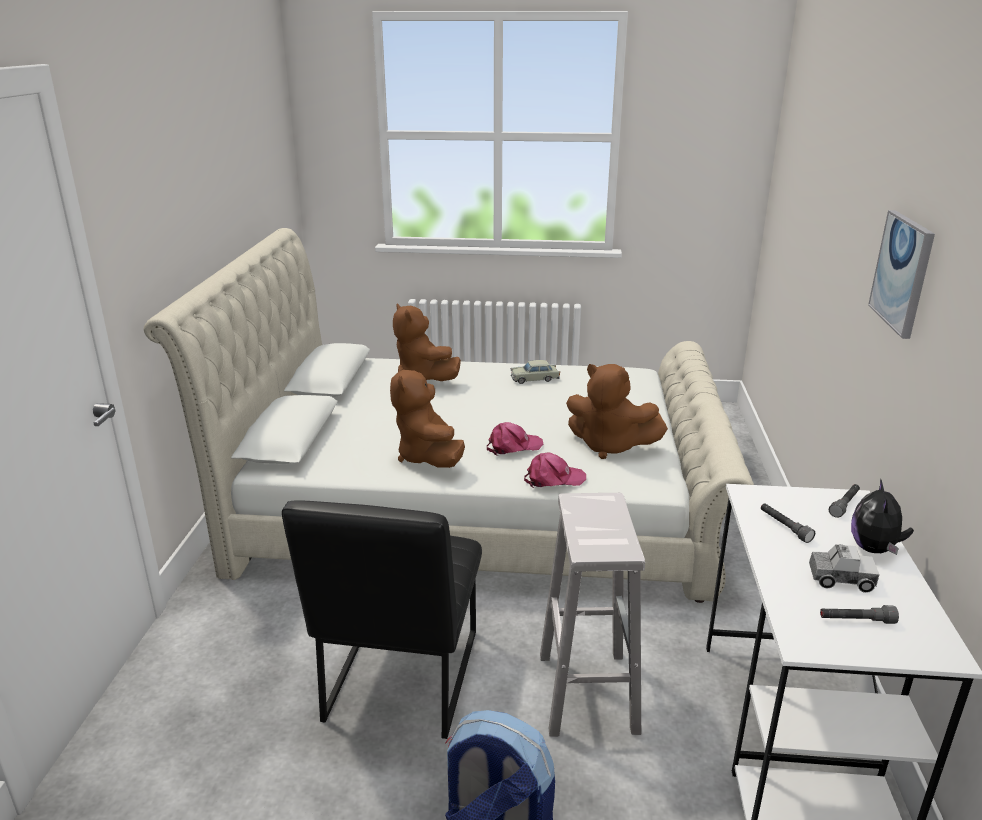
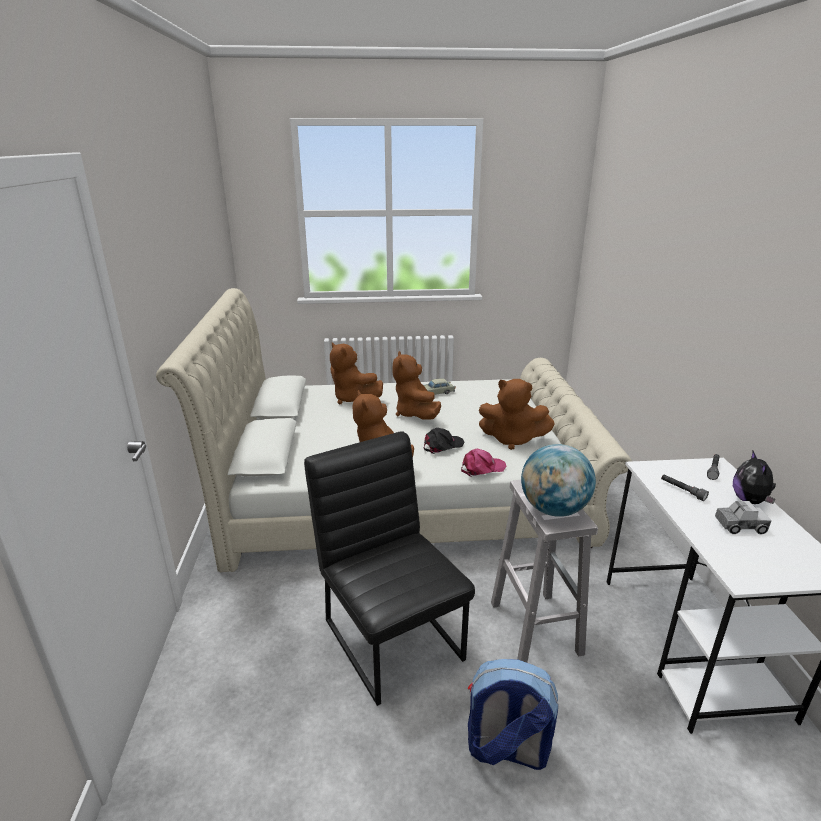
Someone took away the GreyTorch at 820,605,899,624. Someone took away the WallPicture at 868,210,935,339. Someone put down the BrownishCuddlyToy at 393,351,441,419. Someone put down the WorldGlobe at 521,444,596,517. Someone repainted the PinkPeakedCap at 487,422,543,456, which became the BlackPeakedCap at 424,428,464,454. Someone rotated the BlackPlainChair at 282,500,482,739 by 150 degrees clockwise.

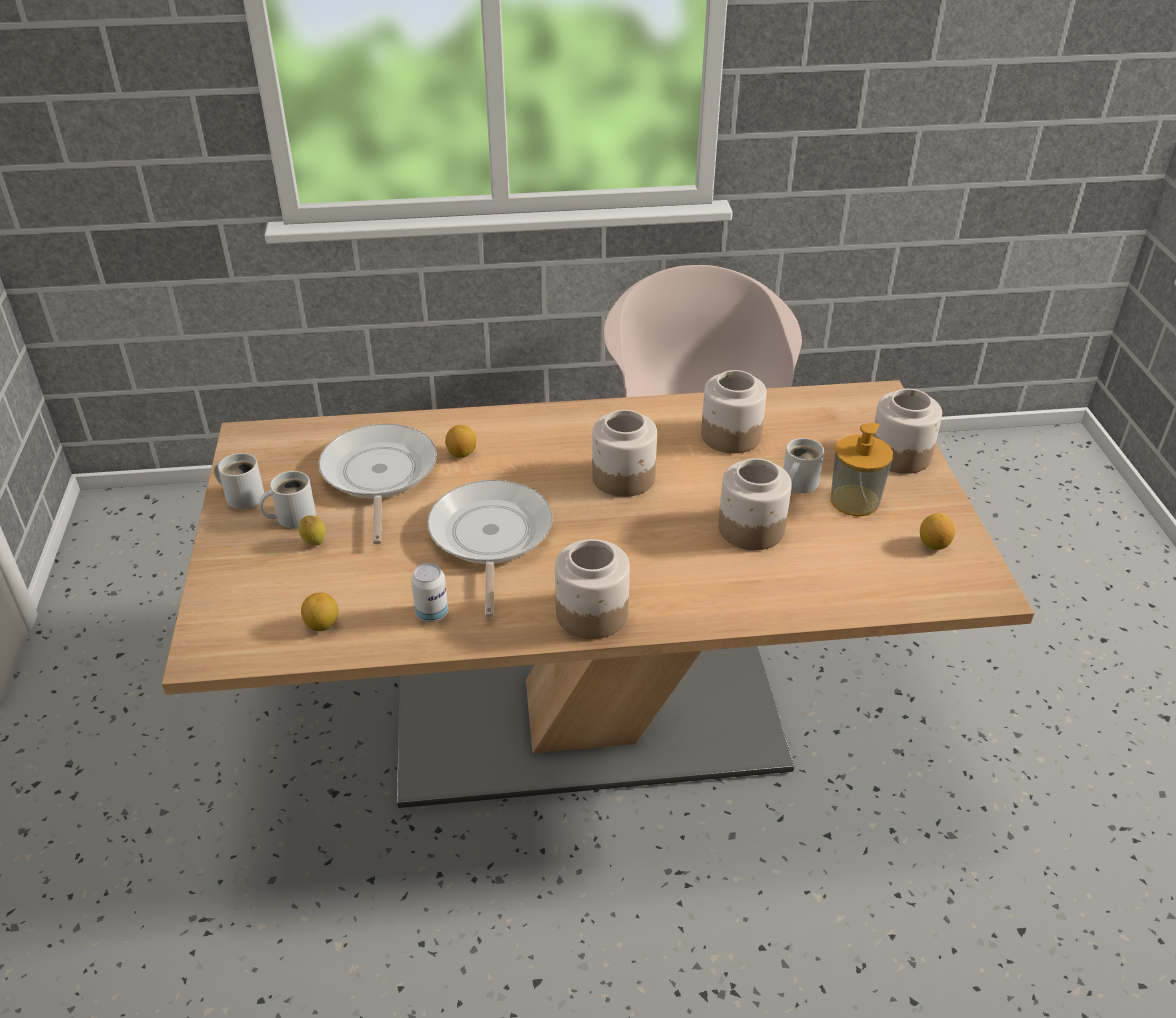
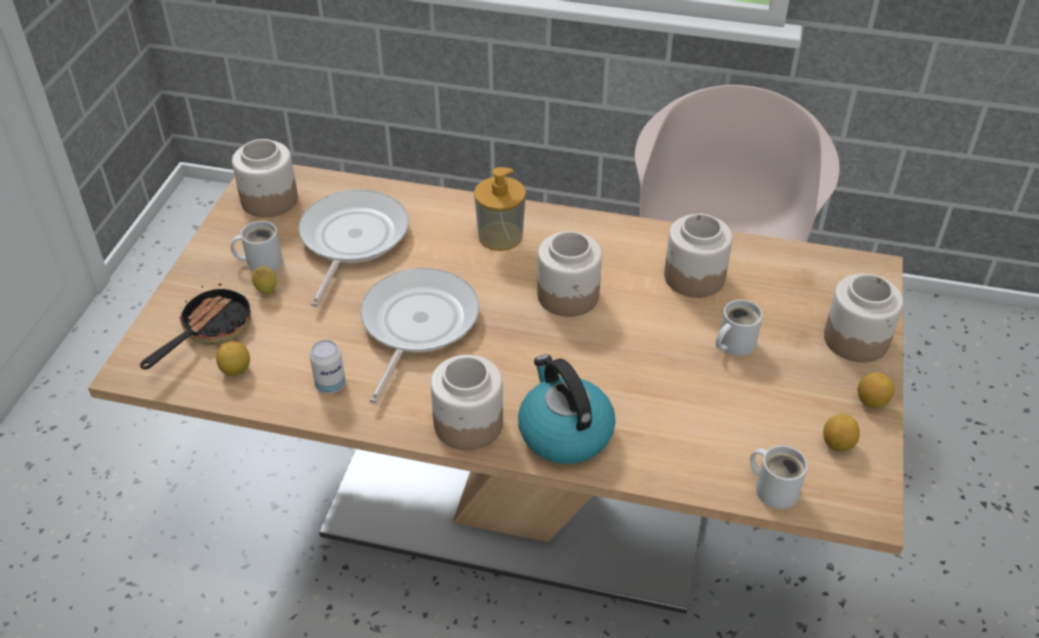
Someone put down the Skillet at 140,276,251,369. Someone put down the Kettle at 518,354,616,464. Someone carried the WhiteColouredTeaMug from 214,453,264,509 to 750,445,808,509. Someone carried the Lemon from 445,425,476,458 to 858,372,894,408. Someone carried the StorageJar from 718,458,792,550 to 232,139,298,217. Someone carried the LiquidSoapBottle from 830,423,893,517 to 474,167,526,251.

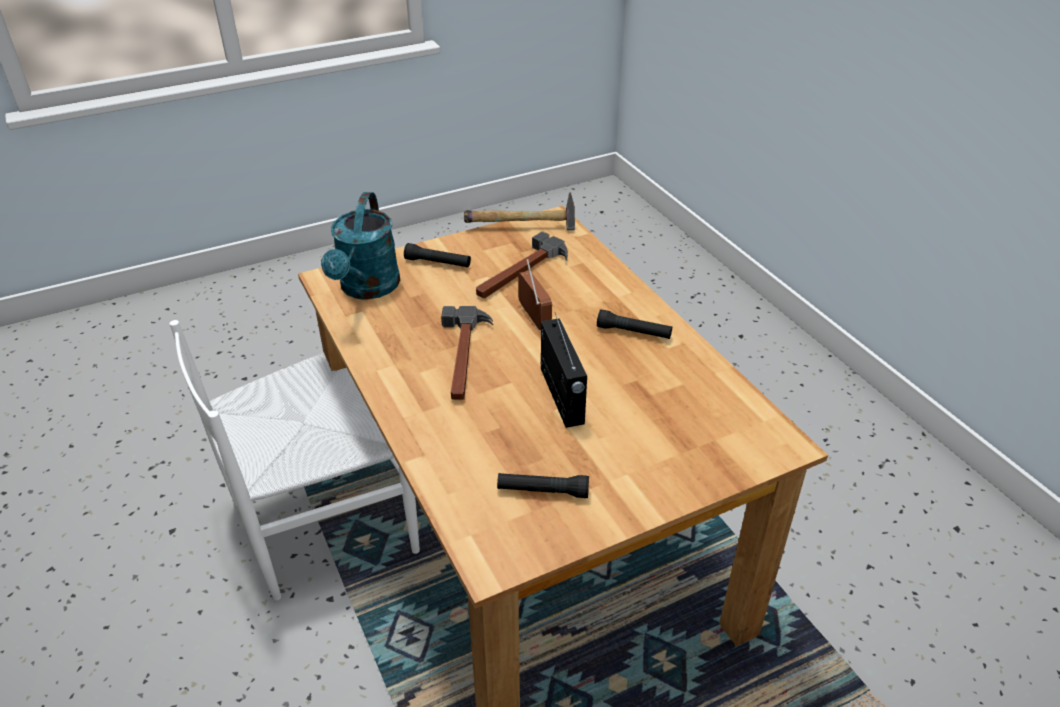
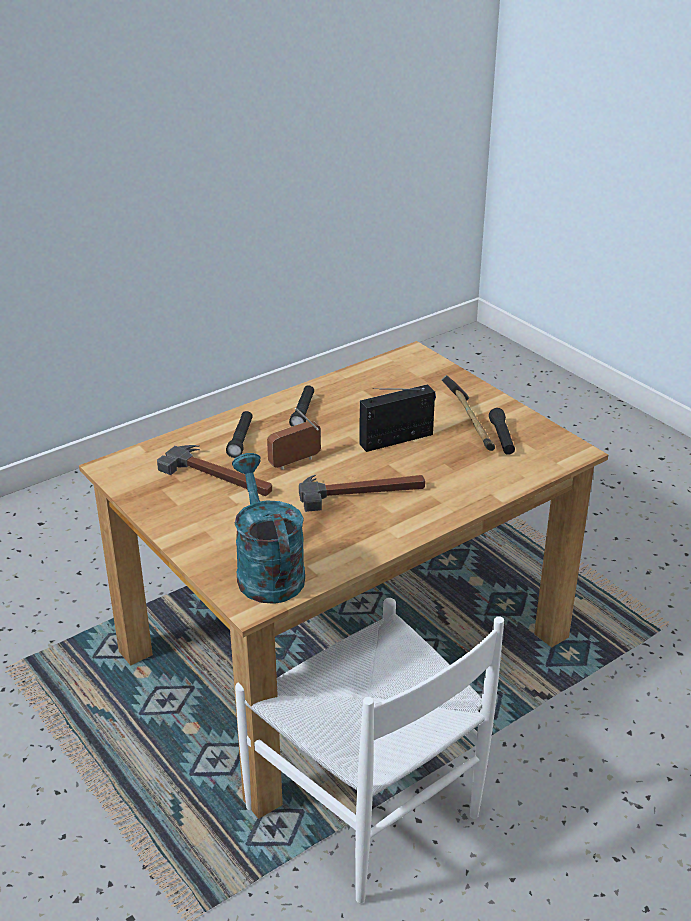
Someone carried the BlackTorch from 404,243,471,268 to 226,411,253,458. Someone carried the Hammer from 464,192,575,230 to 441,375,495,451. Someone rotated the TurquoiseColouredWateringCan at 321,192,400,299 by 105 degrees counterclockwise.

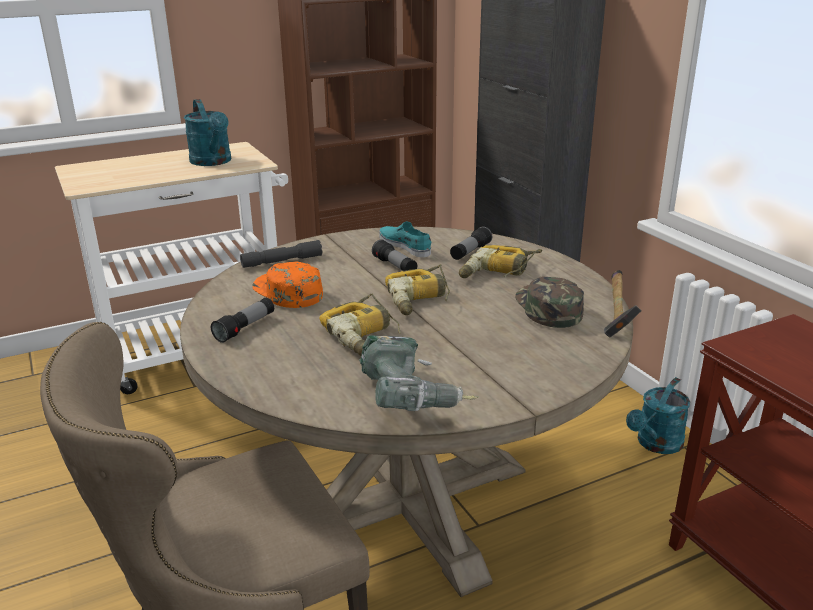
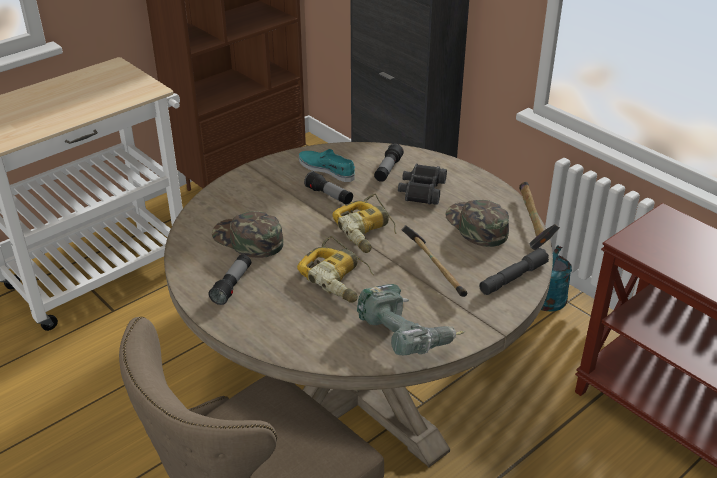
Someone took away the TurquoiseColouredWateringCan at 184,99,231,166. Someone put down the Hammer at 401,225,467,297. Someone carried the GreyTorch from 240,240,323,268 to 479,248,549,295. Someone swapped the PowerDrill at 459,245,542,278 for the BlackFieldGlasses at 398,164,447,205. Someone repainted the OrangeyPeakedCap at 252,262,323,308, which became the GreenishPeakedCap at 212,211,284,258.

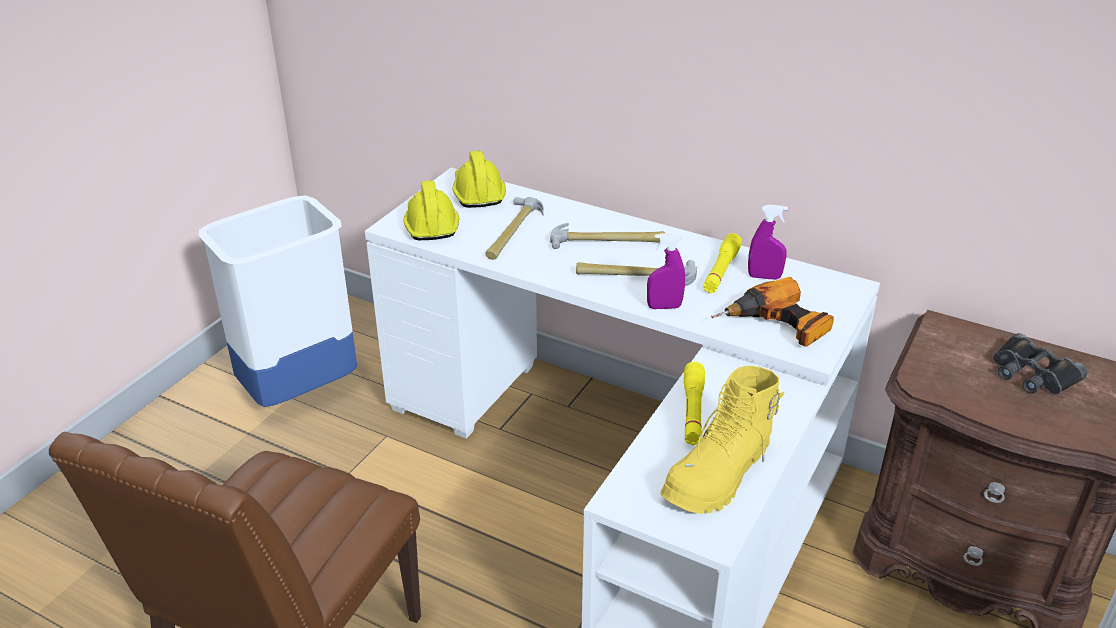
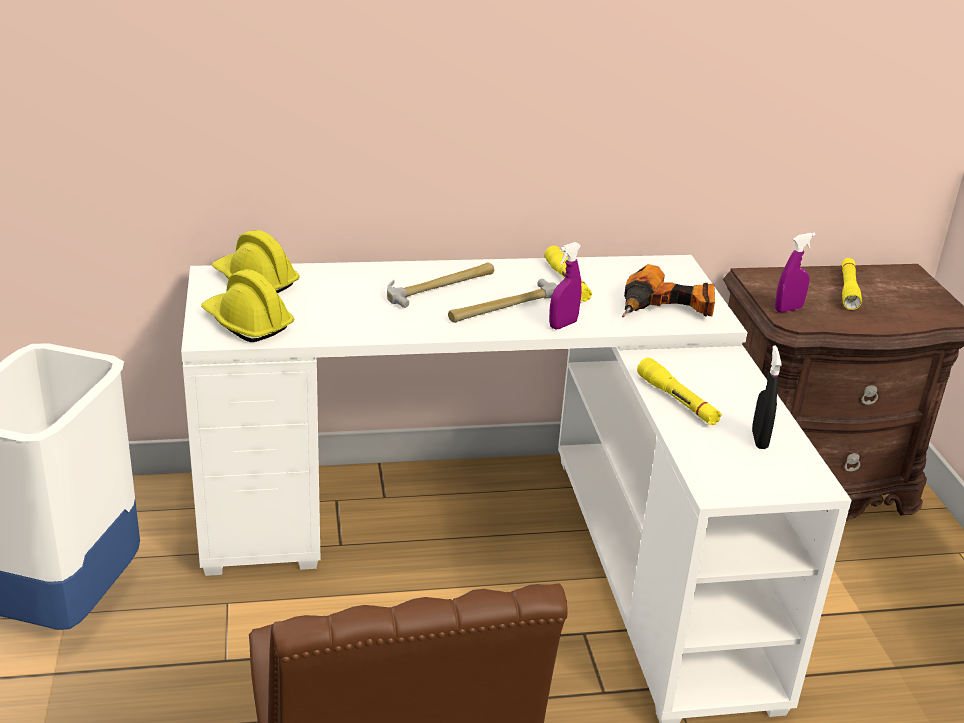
Someone took away the Hammer at 485,197,544,260. Someone carried the PurpleHandSprayer from 748,205,788,280 to 775,233,816,312. Someone swapped the YellowBoot at 660,366,785,514 for the BlackHandSprayer at 752,345,782,449. Someone swapped the BlackFieldGlasses at 993,333,1088,394 for the YellowTorch at 842,258,862,310.

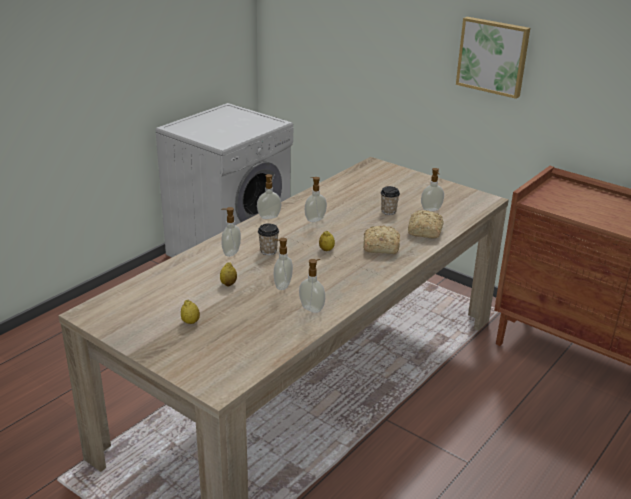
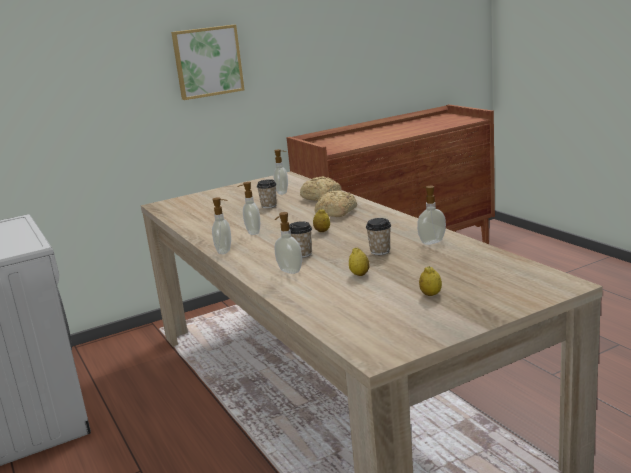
Someone swapped the LiquidSoapBottle at 273,238,293,290 for the Cup at 366,218,391,255.

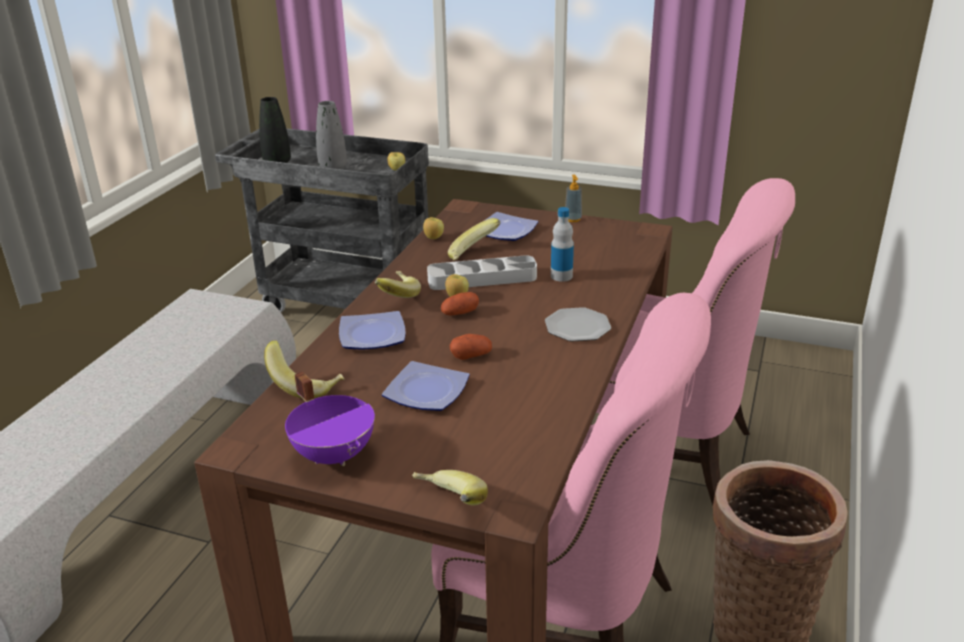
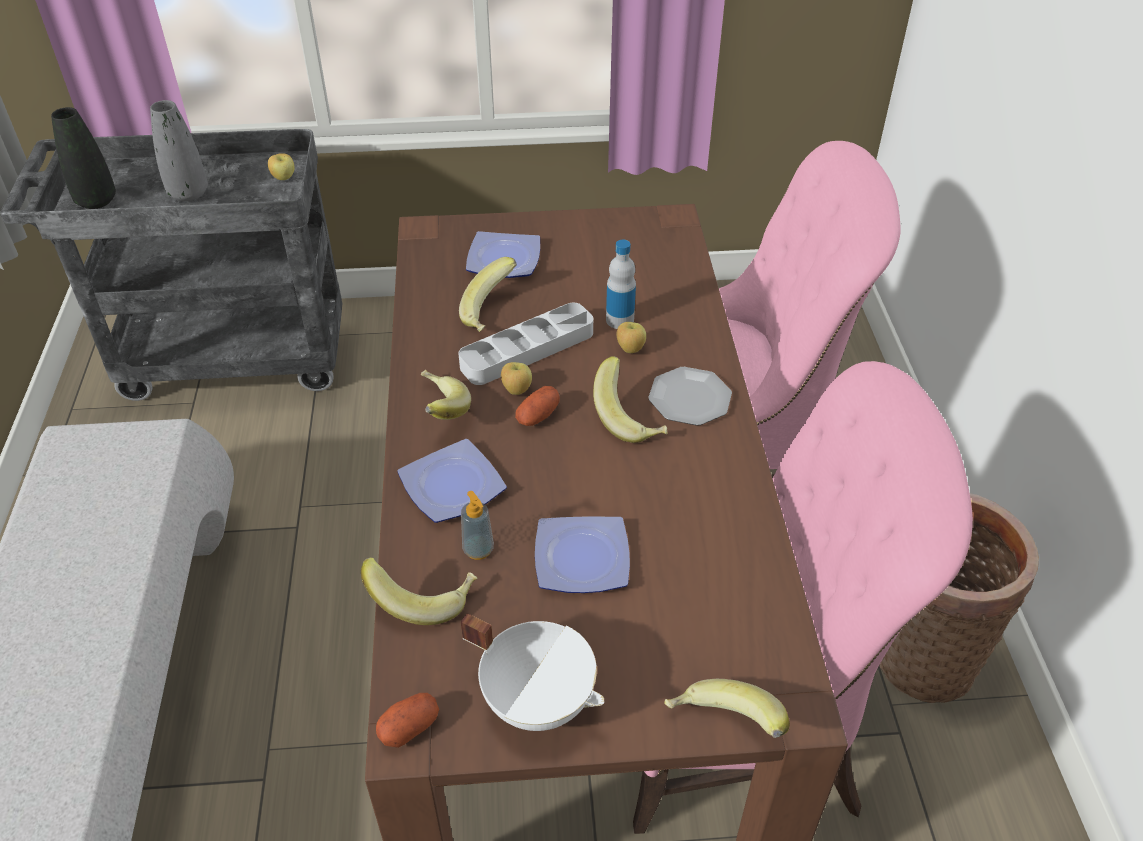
Someone put down the WholeBanana at 593,356,667,443. Someone carried the WholeApple from 423,217,444,239 to 617,322,646,353. Someone carried the Spud from 450,334,492,360 to 376,693,439,748. Someone carried the LiquidSoapBottle from 565,175,582,222 to 461,491,494,560. Someone repainted the PurpleCookingPot at 285,372,375,466, which became the WhiteColouredCookingPot at 461,613,604,731.

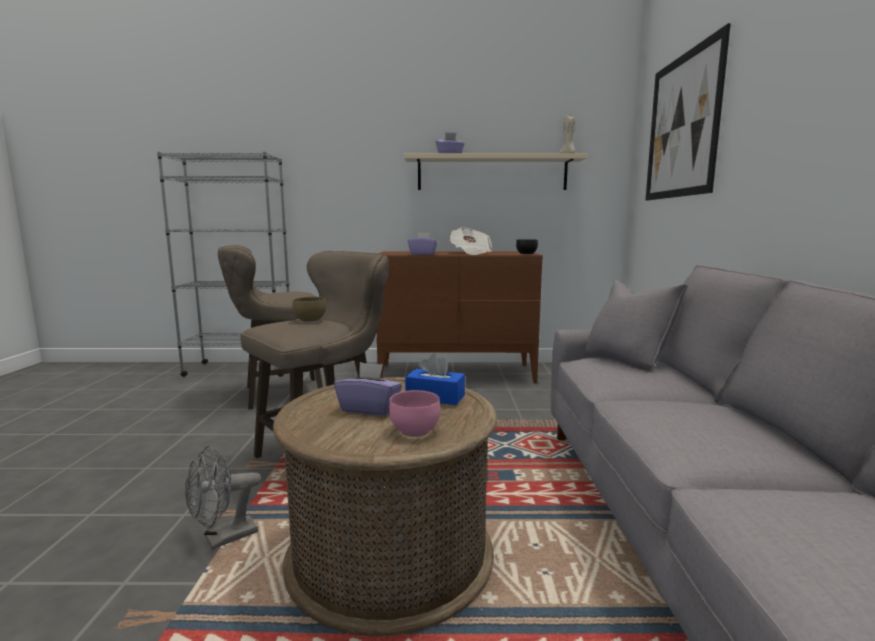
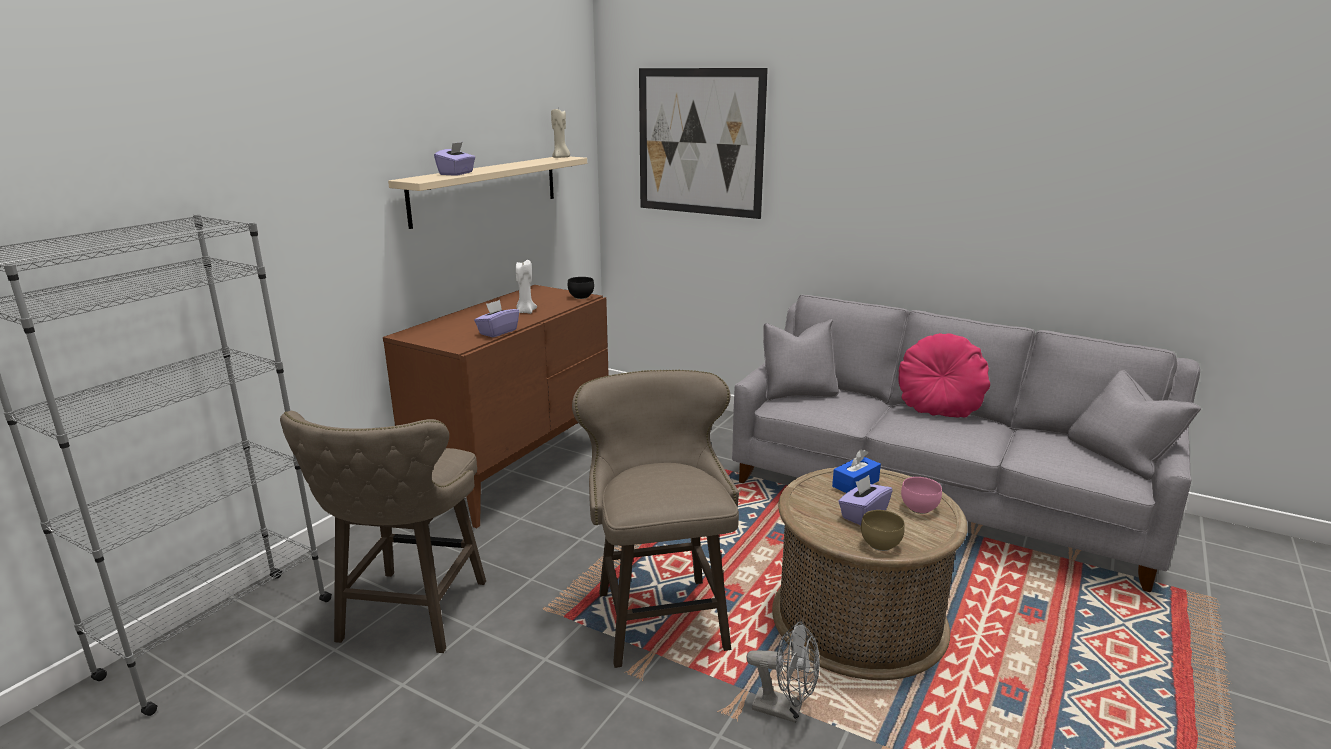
Someone put down the PinkPillow at 898,333,990,418. Someone carried the BrownishServingBowl from 292,297,326,322 to 861,510,905,551. Someone swapped the PrintedPaper at 449,227,492,255 for the WhiteColouredCandle at 515,260,537,314. Someone rotated the GreyCoolingFan at 185,446,261,550 by 60 degrees counterclockwise.

